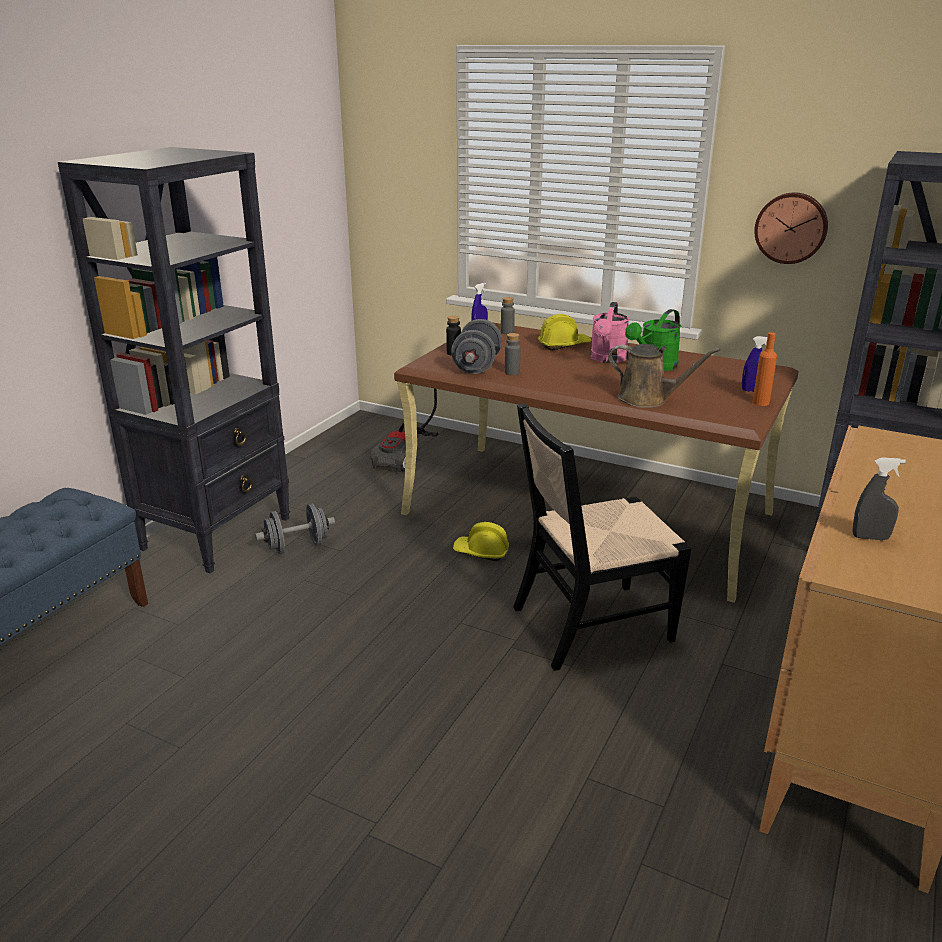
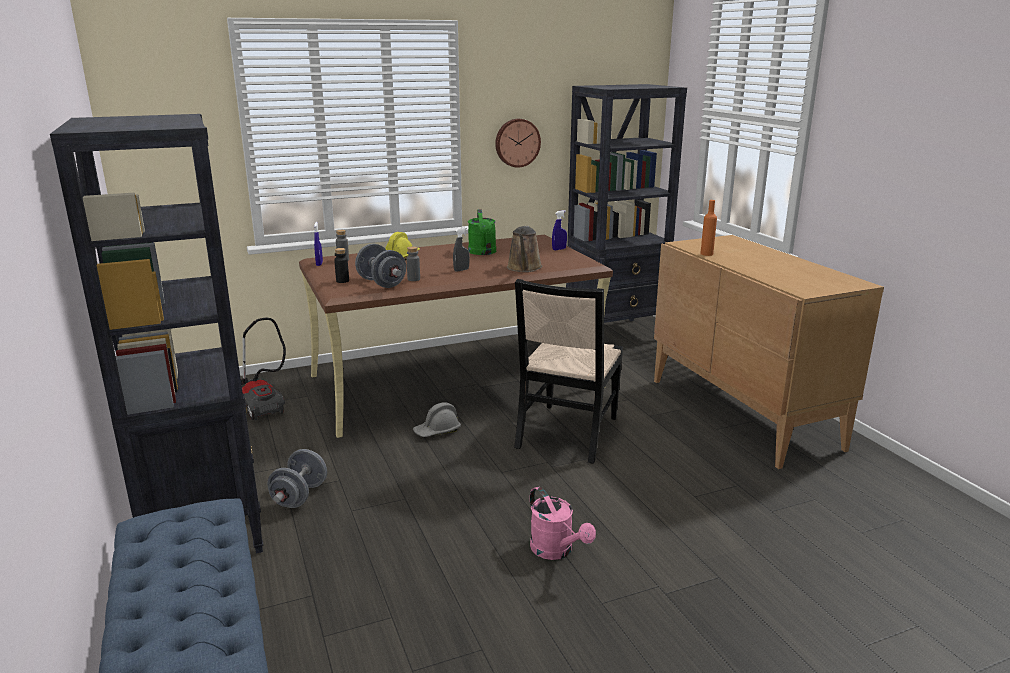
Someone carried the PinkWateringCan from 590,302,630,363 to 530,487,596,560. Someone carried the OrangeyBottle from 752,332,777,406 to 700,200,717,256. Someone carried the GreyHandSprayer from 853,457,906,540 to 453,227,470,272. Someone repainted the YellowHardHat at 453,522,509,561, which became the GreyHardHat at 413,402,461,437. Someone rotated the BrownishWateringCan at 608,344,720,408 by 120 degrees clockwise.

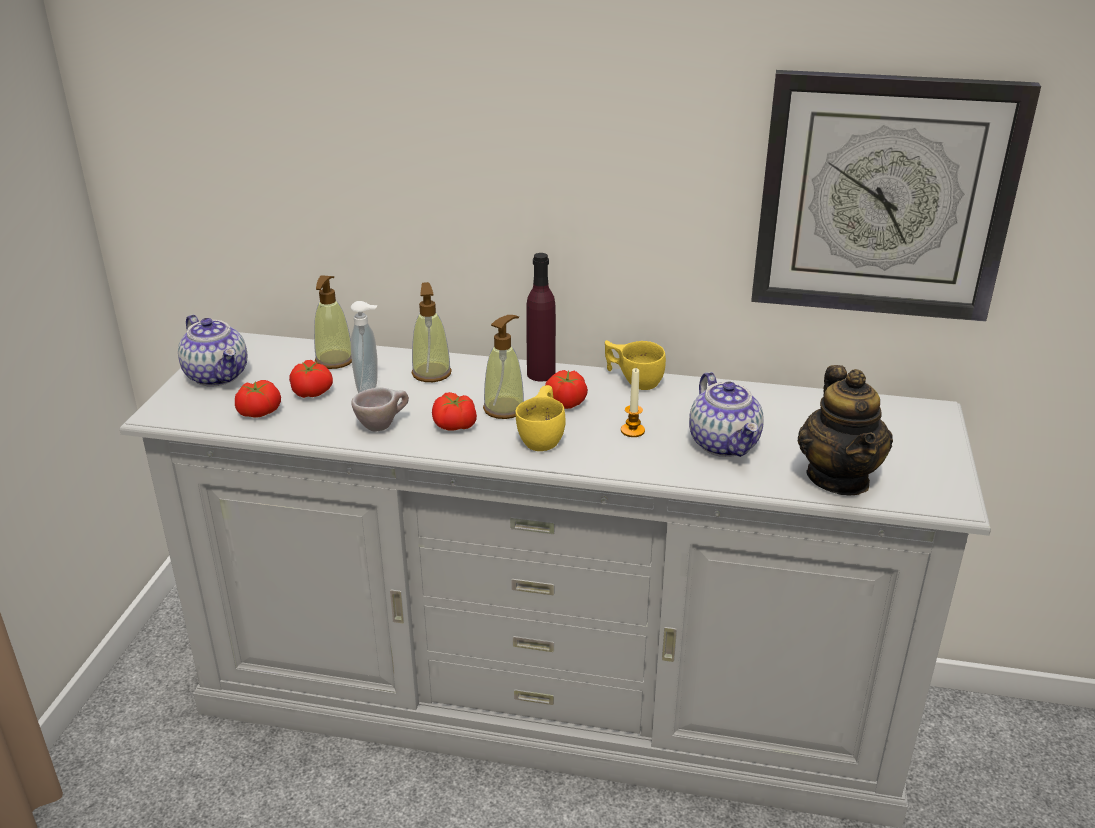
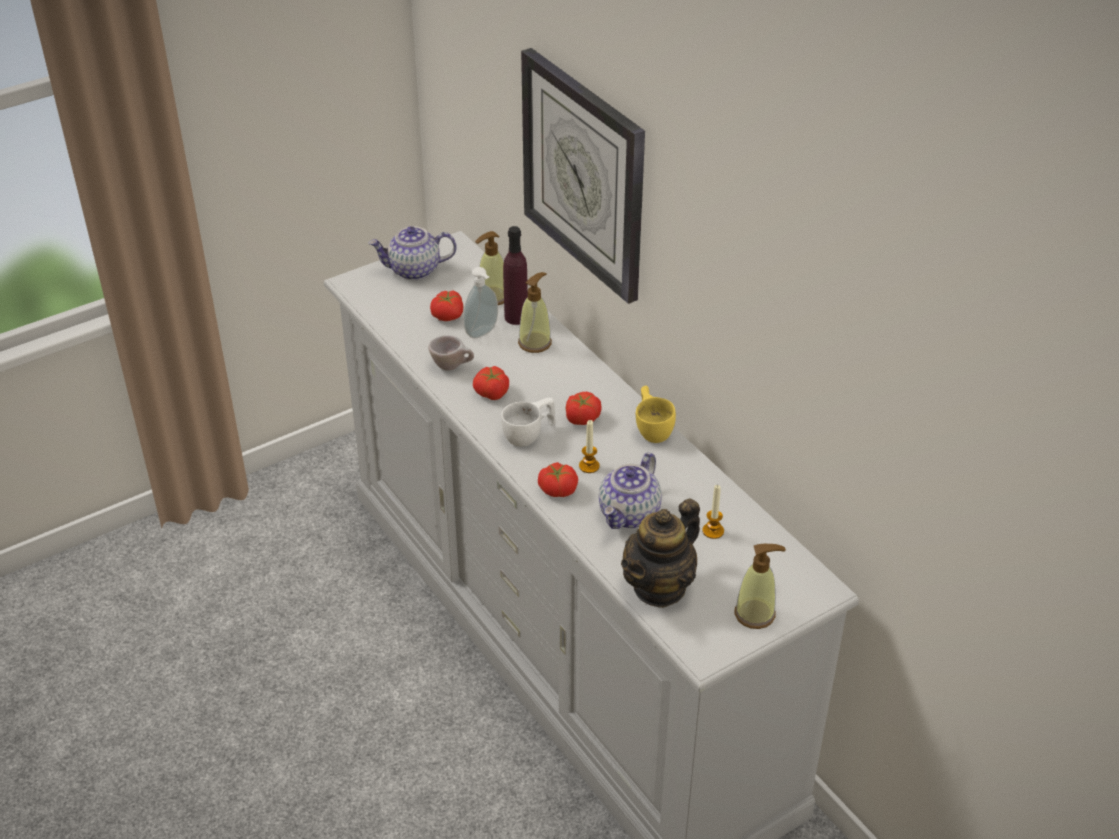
Someone put down the Candle at 702,485,724,539. Someone carried the FreshTomato from 235,380,281,418 to 538,462,578,497. Someone carried the LiquidSoapBottle from 483,315,524,419 to 735,544,786,629. Someone carried the PurpleBottle from 526,253,556,382 to 503,226,528,325. Someone carried the HangingClock from 751,70,1041,322 to 521,48,645,304. Someone repainted the YellowCup at 516,385,566,451, which became the WhiteColouredCup at 501,398,556,447. Someone rotated the Teapot at 178,315,247,387 by 75 degrees clockwise.

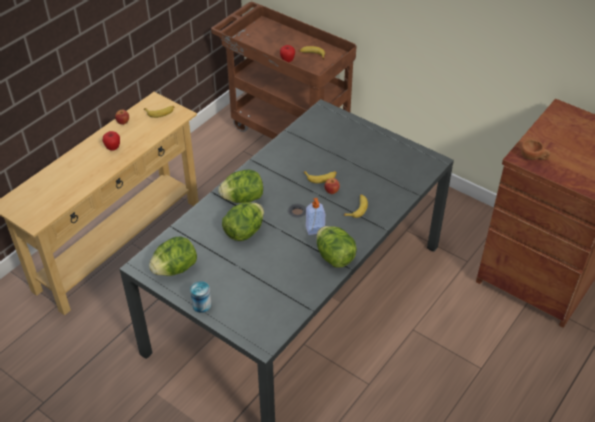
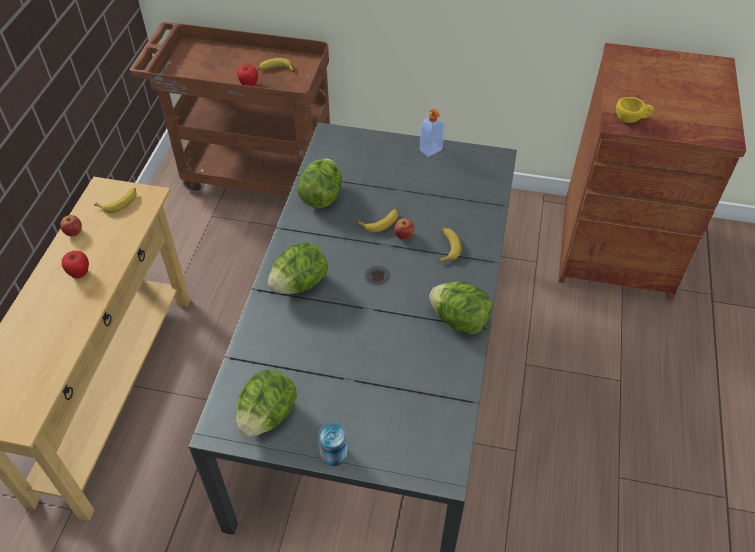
Someone carried the LettuceHead from 222,202,264,241 to 297,159,342,208. Someone carried the LiquidSoapBottle from 306,198,325,235 to 420,109,445,157. Someone repainted the BrownishCup at 521,139,550,160, which became the YellowCup at 616,97,654,123.

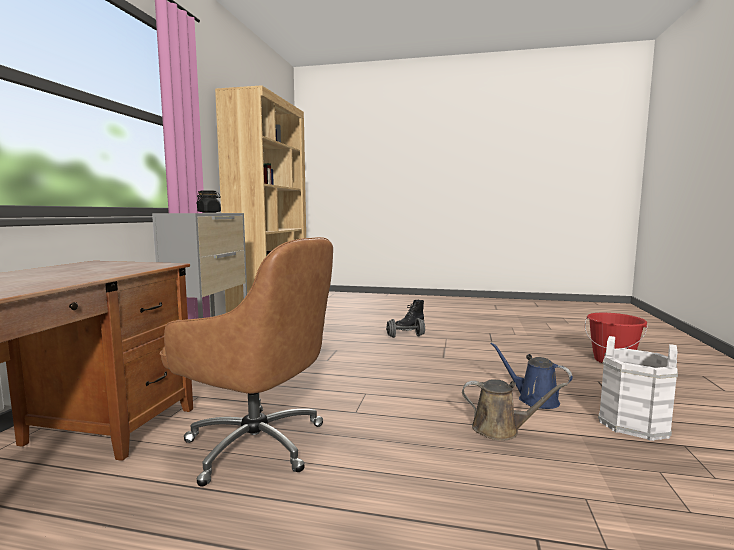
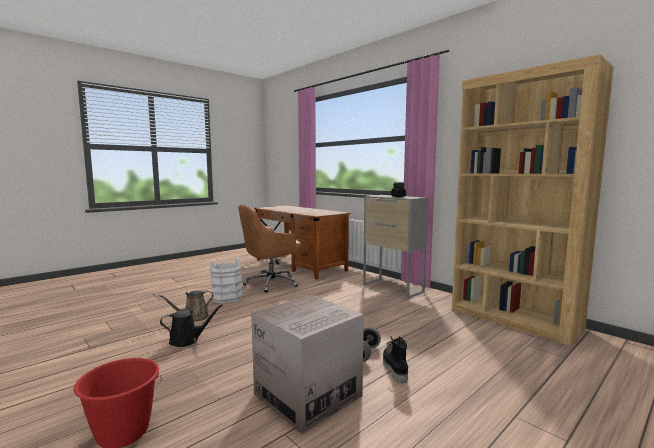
Someone put down the Carton at 251,295,364,434. Someone carried the WhiteColouredPail from 598,336,678,441 to 210,257,243,303. Someone repainted the BlueColouredWateringCan at 490,342,572,409, which became the BlackWateringCan at 160,304,223,347.

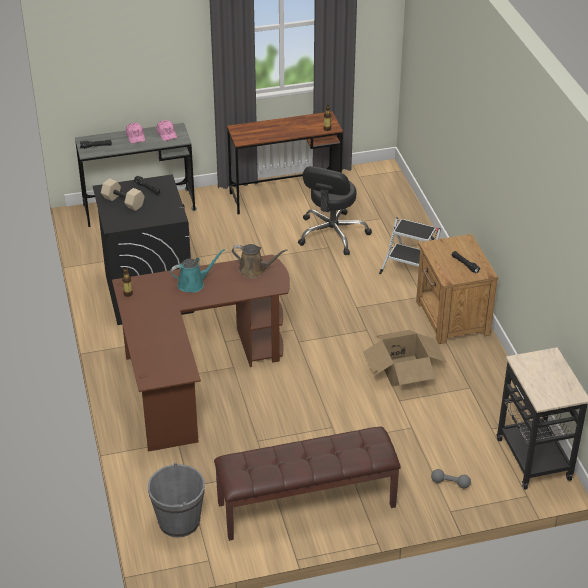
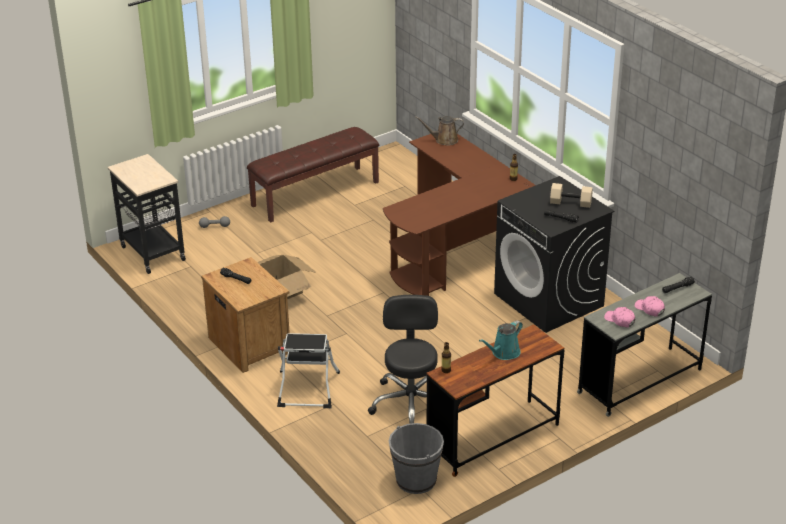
Someone carried the GreyPail from 148,463,205,538 to 389,423,444,494. Someone carried the TurquoiseColouredWateringCan from 170,249,225,293 to 479,320,523,360. Someone carried the BrownishWateringCan from 232,244,287,278 to 415,116,464,146.

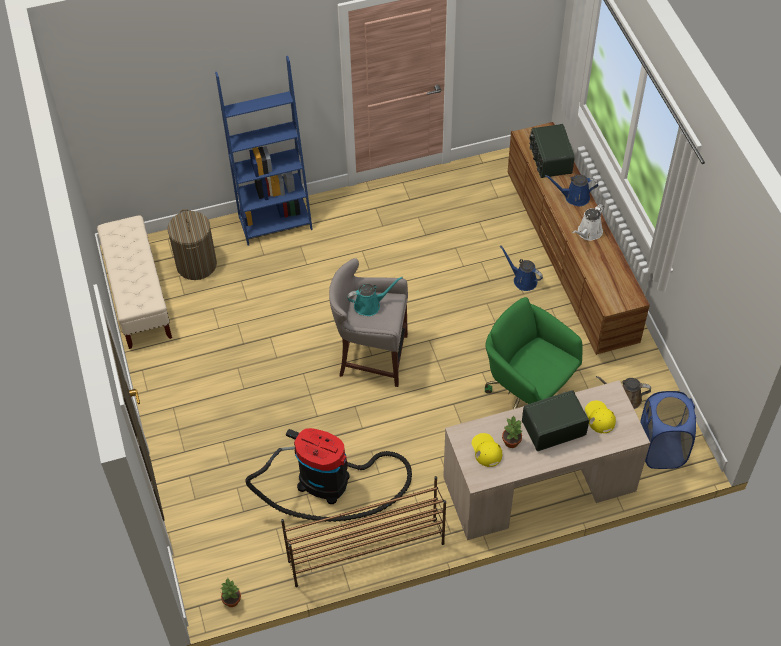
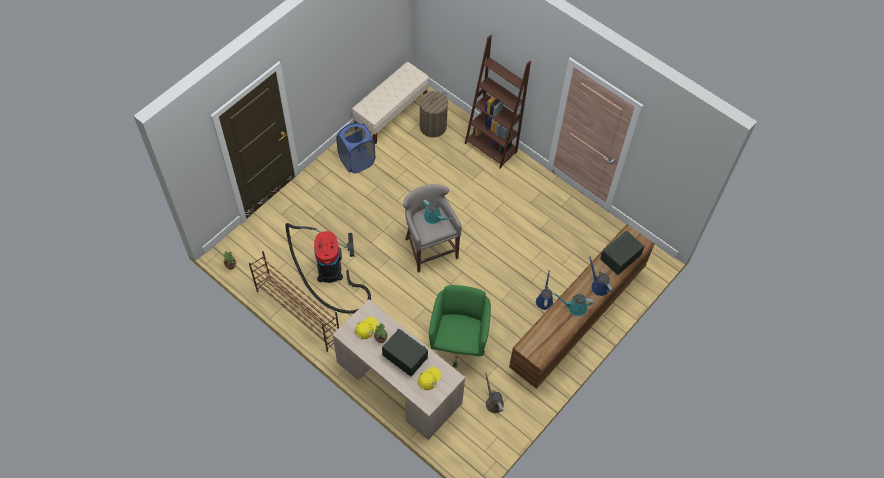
Someone carried the BlueColouredHamper from 640,391,696,469 to 336,122,375,173. Someone repainted the BlueColouredBookcase at 215,56,313,245, which became the BrownishBookcase at 465,35,531,168. Someone repainted the WhiteColouredWateringCan at 572,204,604,241, which became the TurquoiseColouredWateringCan at 554,293,594,316.

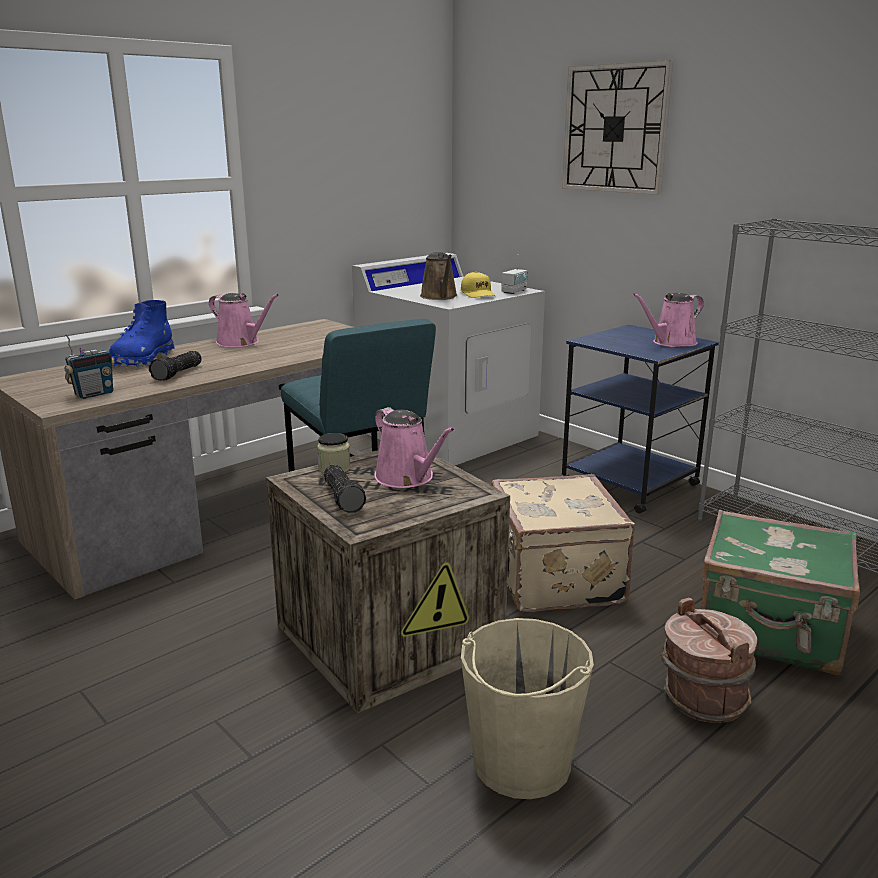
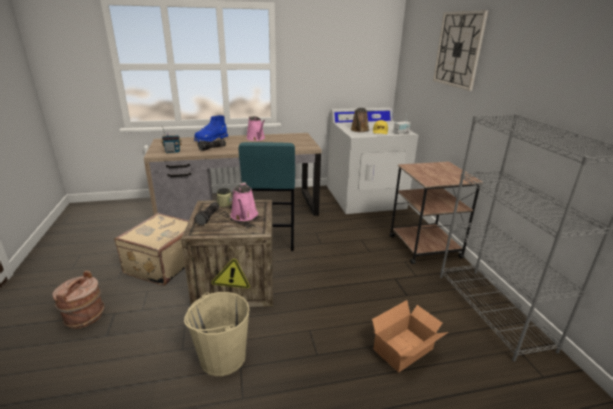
Someone took away the PinkWateringCan at 633,293,704,347. Someone carried the BeigeColouredPieceOfLuggage from 491,474,635,612 to 114,213,189,286. Someone carried the BrownishPail from 661,598,757,723 to 52,271,105,329. Someone swapped the GreenishPieceOfLuggage at 701,510,860,675 for the Carton at 372,300,448,372. Someone repainted the BlueColouredWheeledCart at 562,325,719,514, which became the BrownishWheeledCart at 389,161,482,264.

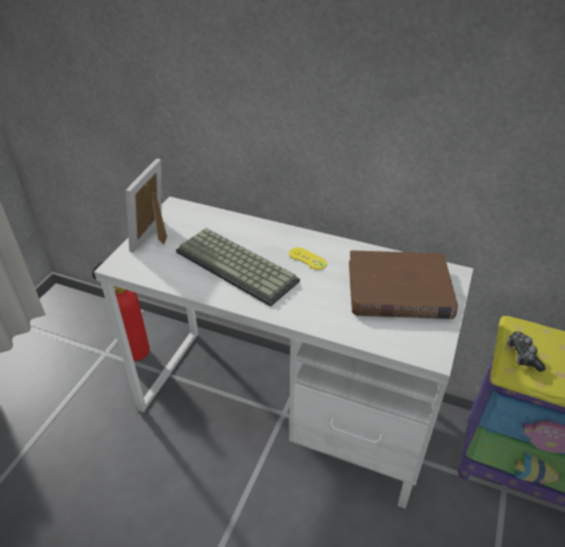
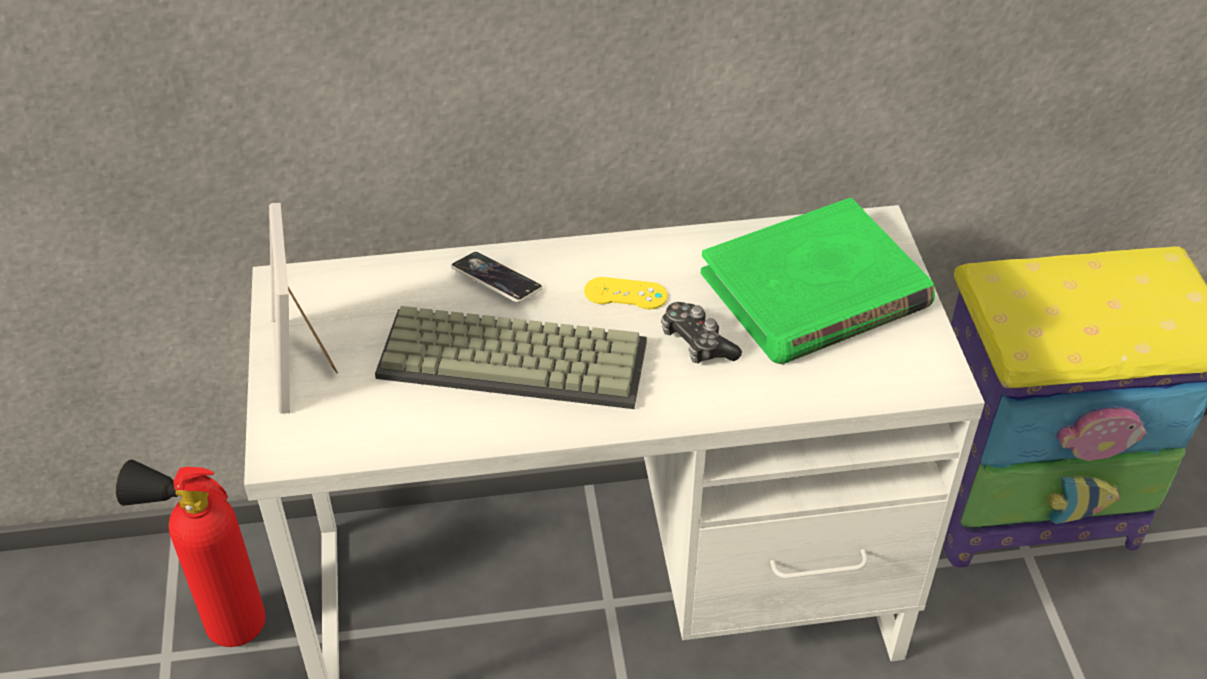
Someone put down the Handset at 451,252,543,303. Someone carried the Joypad from 507,331,546,372 to 661,302,742,364. Someone repainted the BrownishVolume at 349,250,458,319, which became the GreenishVolume at 701,198,935,365.

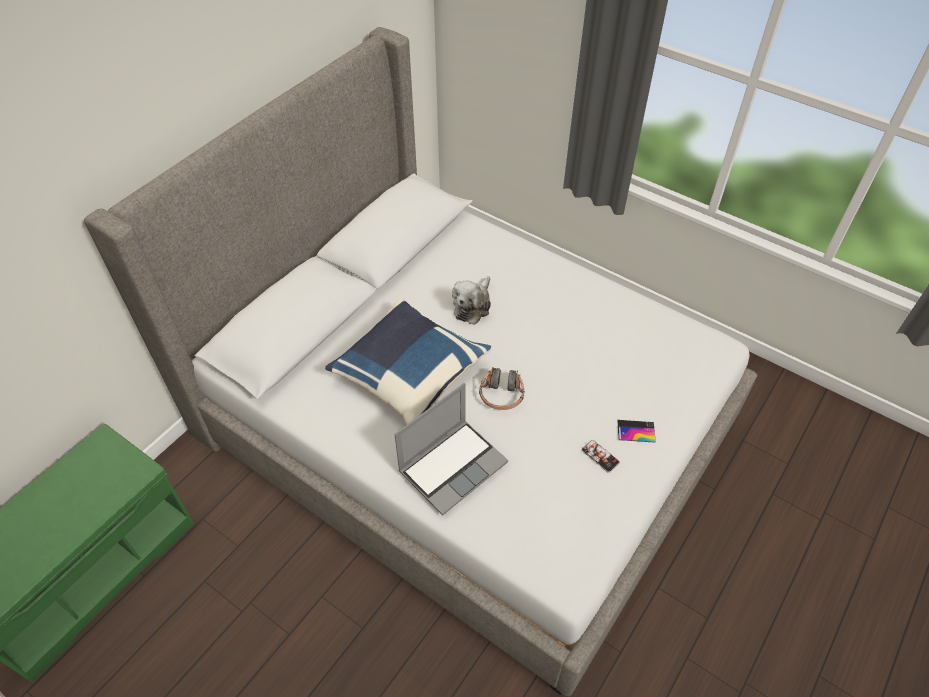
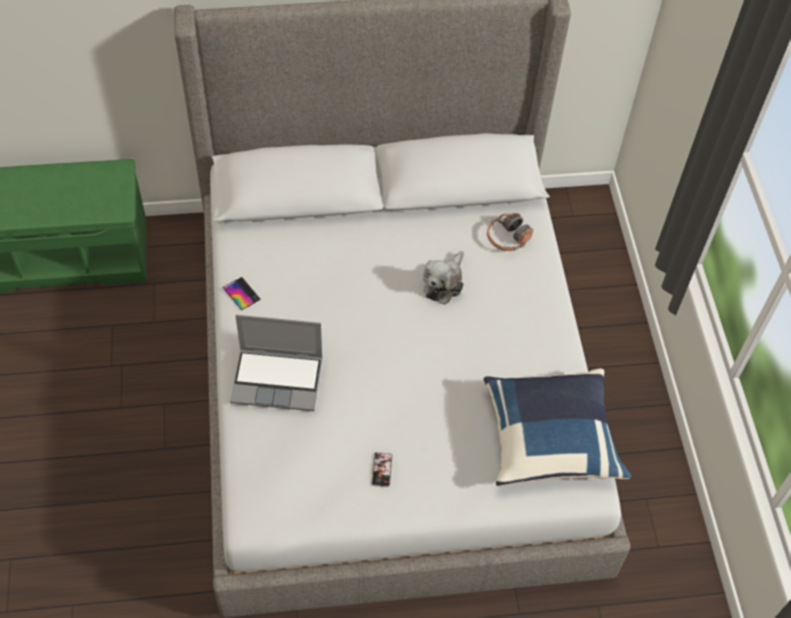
Someone carried the BlueColouredPillow from 325,298,491,424 to 483,368,631,487. Someone carried the Headset from 479,367,525,410 to 487,213,533,251. Someone carried the Handset from 617,420,656,443 to 223,277,261,310. Someone rotated the CuddlyToy at 452,276,491,325 by 45 degrees counterclockwise.

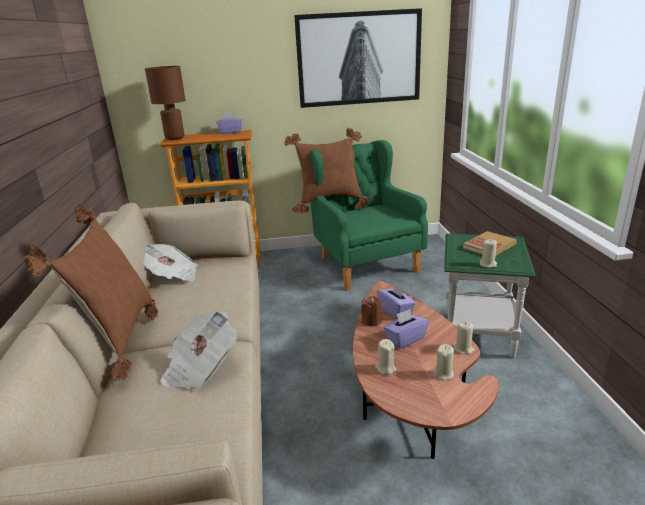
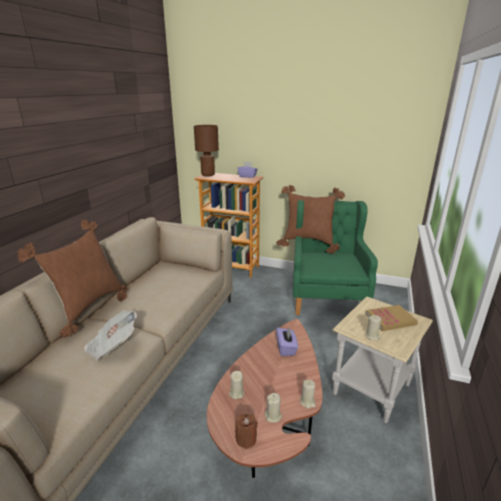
Someone took away the PrintedPaper at 143,244,198,281. Someone took away the WallPicture at 294,8,422,108. Someone took away the PurpleBoxOfTissues at 384,309,429,348. Someone carried the BrownishCandle from 361,296,381,326 to 235,414,258,449. Someone repainted the GreenishEndTable at 444,234,536,358, which became the BeigeColouredEndTable at 332,296,433,423.

